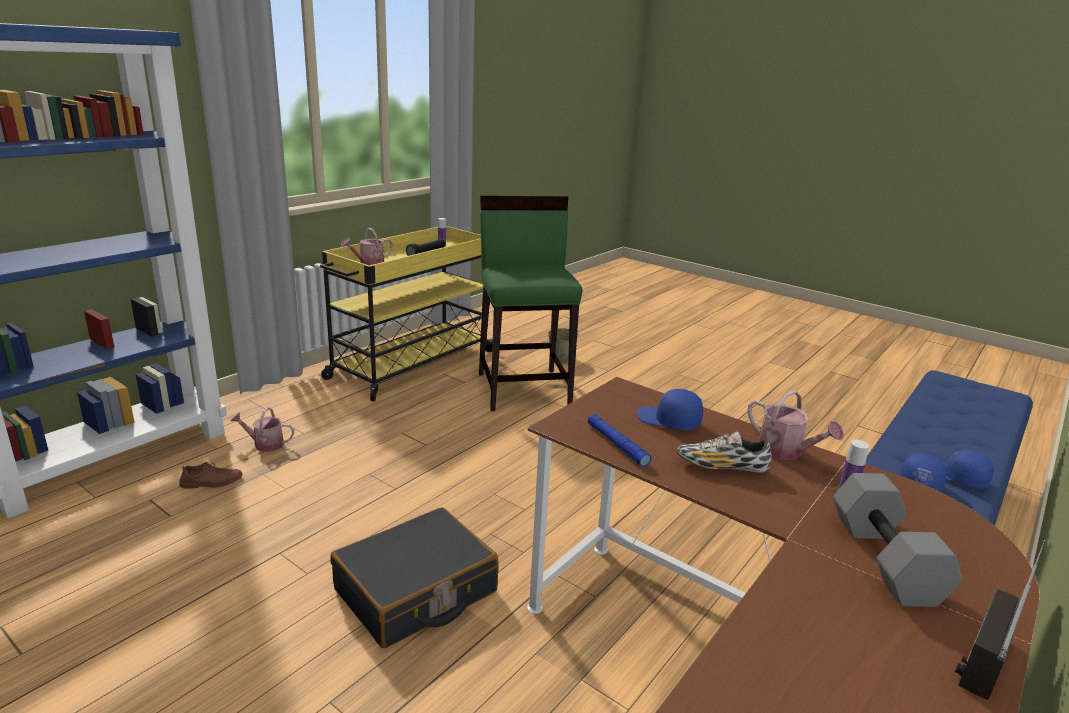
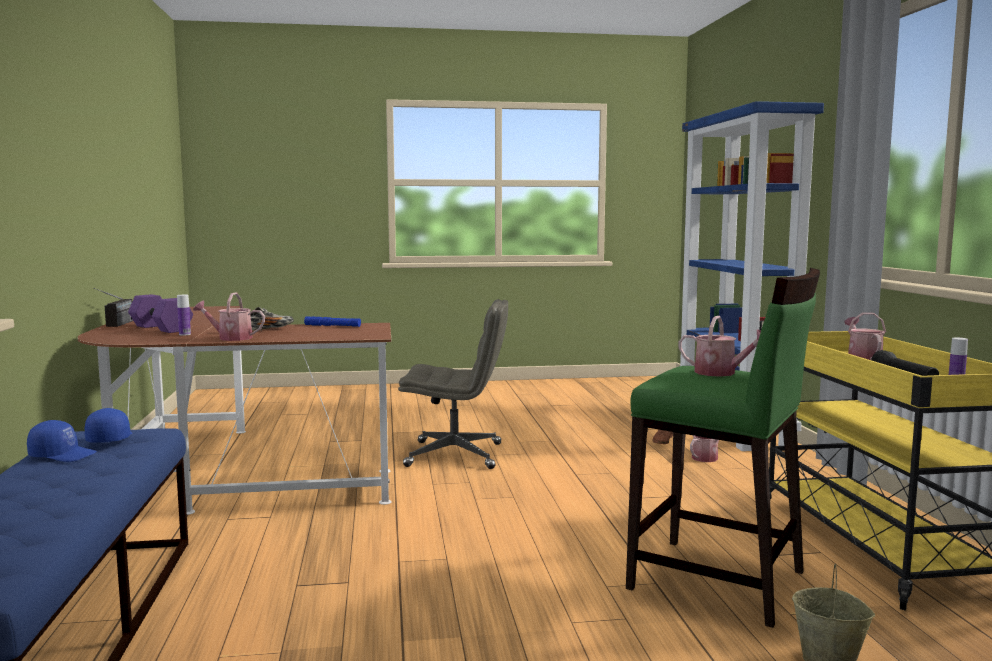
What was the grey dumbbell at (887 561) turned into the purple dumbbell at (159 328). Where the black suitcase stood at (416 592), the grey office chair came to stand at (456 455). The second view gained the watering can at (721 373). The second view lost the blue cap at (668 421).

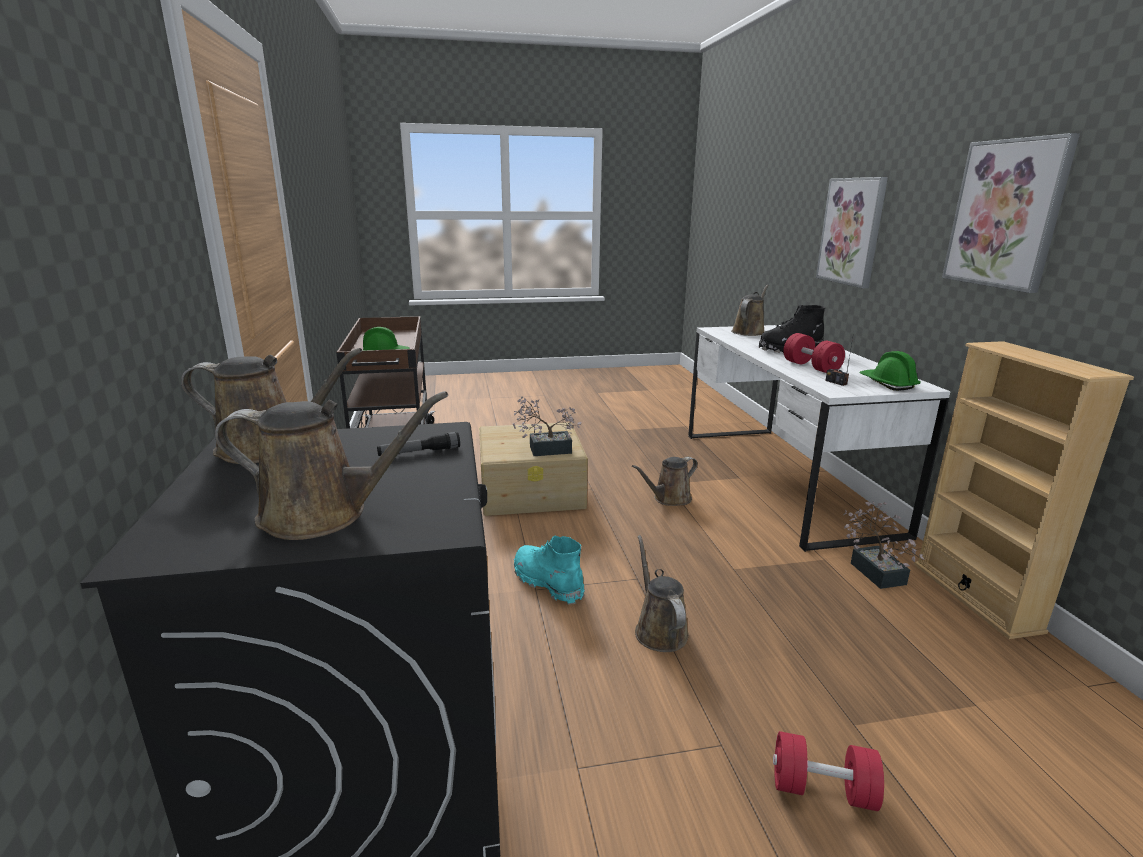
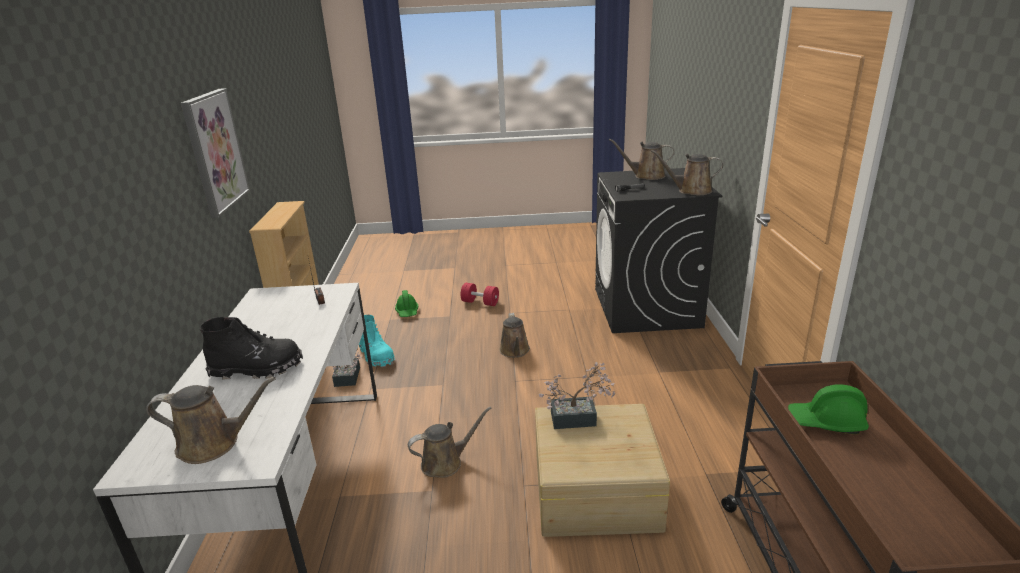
The brown watering can at (749 332) ended up facing another way, 135 degrees counterclockwise from before. The turquoise boot ended up elsewhere, having gone from (548 583) to (376 356). The green hard hat ended up elsewhere, having gone from (887 384) to (407 312). The second view lost the red dumbbell at (811 367). The second view lost the picture at (851 231).

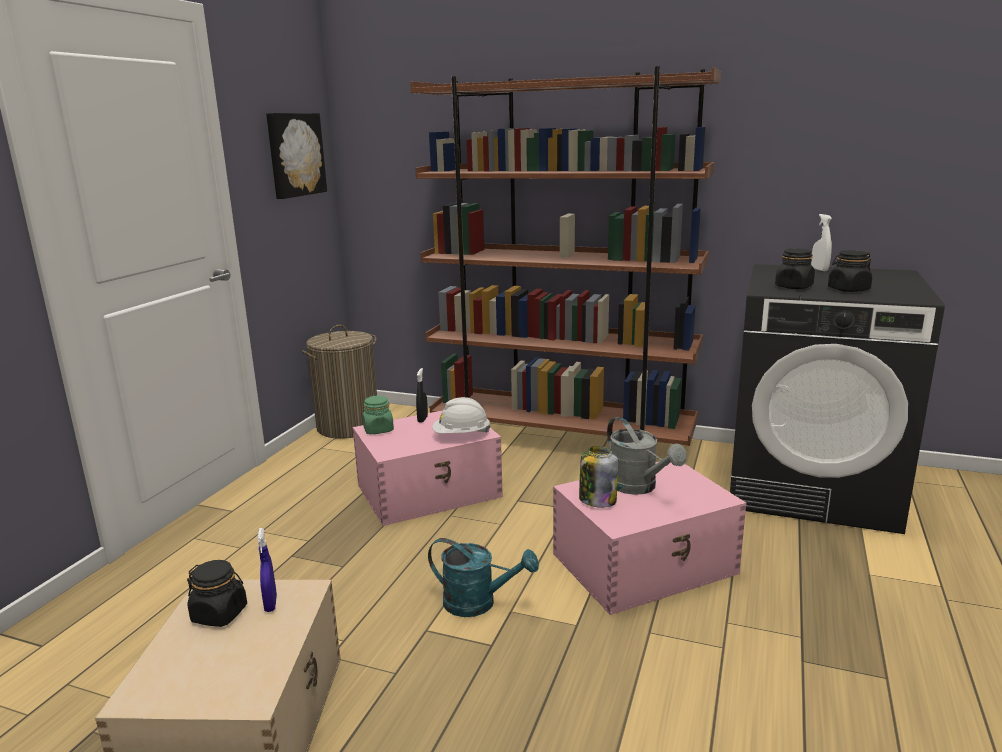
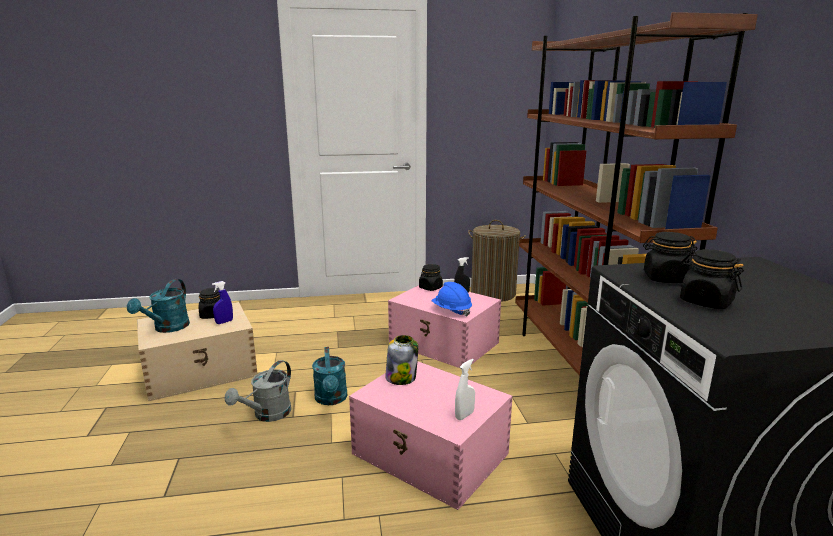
The second view gained the turquoise watering can at (167 328). The grey watering can ended up elsewhere, having gone from (639 487) to (267 415). What was the green jar at (378 430) turned into the black jar at (430 288). What was the white hard hat at (461 435) turned into the blue hard hat at (451 311). The white spray bottle ended up elsewhere, having gone from (819 269) to (464 415). The second view lost the picture at (294 155).

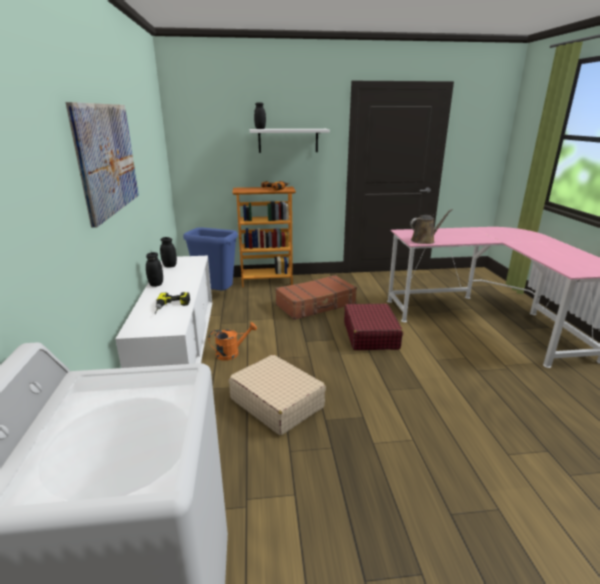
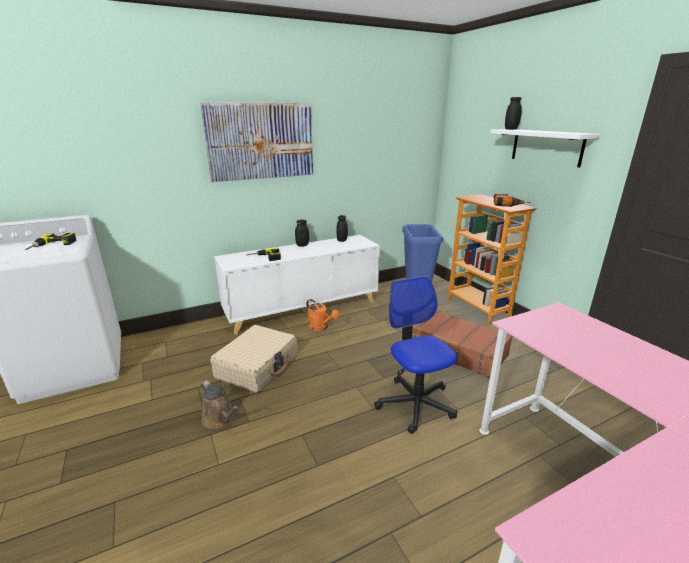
The second view gained the power drill at (52 246). The brown watering can ended up elsewhere, having gone from (424 240) to (220 419). Where the red suitcase stood at (370 335), the office chair came to stand at (415 404).

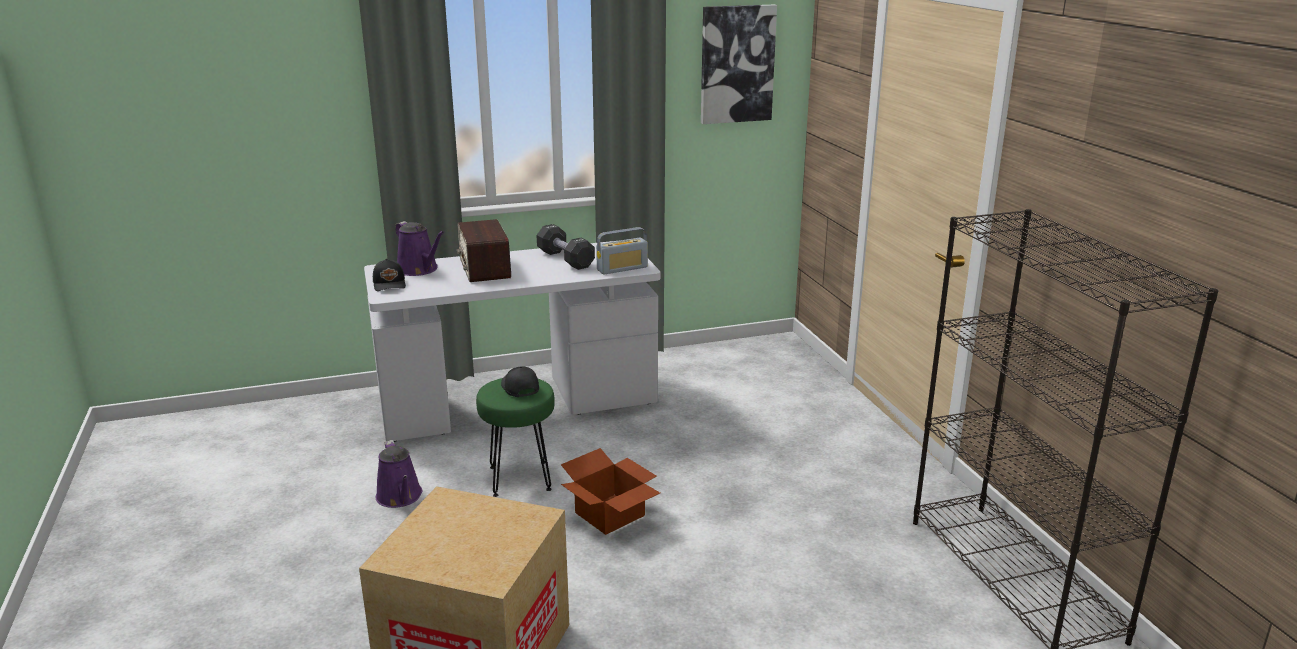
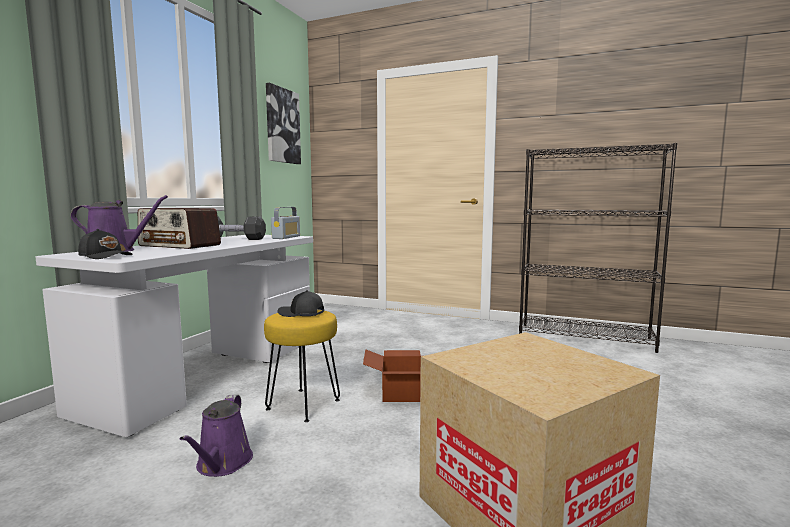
The purple watering can at (400 497) ended up facing another way, 75 degrees clockwise from before. What was the green stool at (519 479) turned into the yellow stool at (303 405).

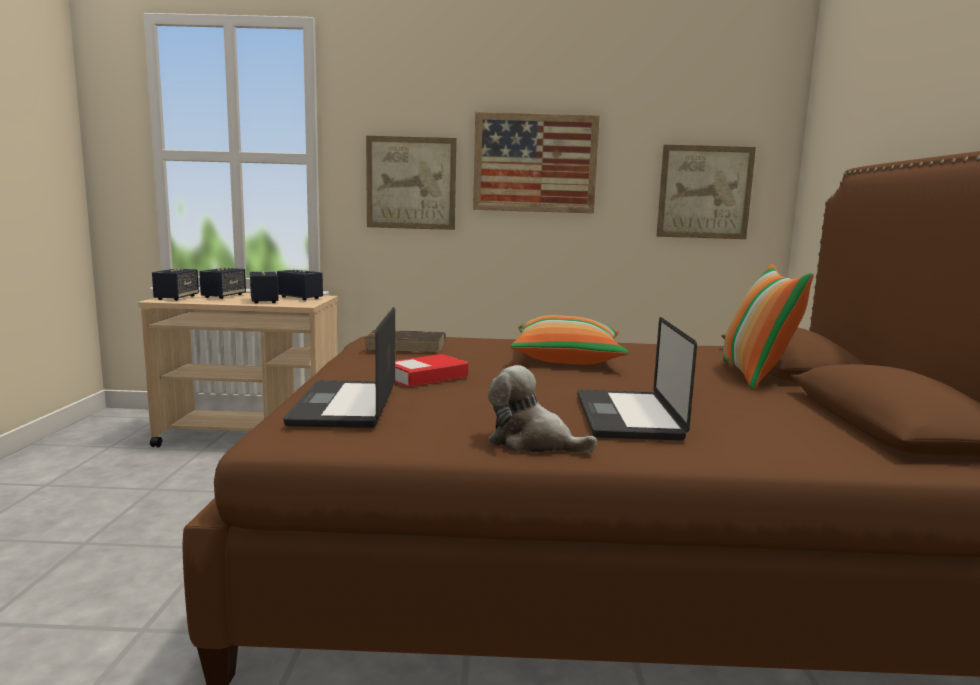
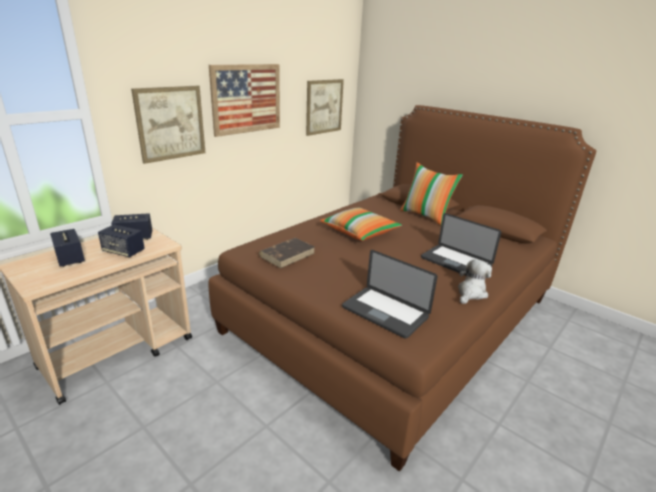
The plush toy at (532 443) ended up facing another way, 150 degrees clockwise from before. The second view lost the speaker at (177 298). The second view lost the book at (426 377).

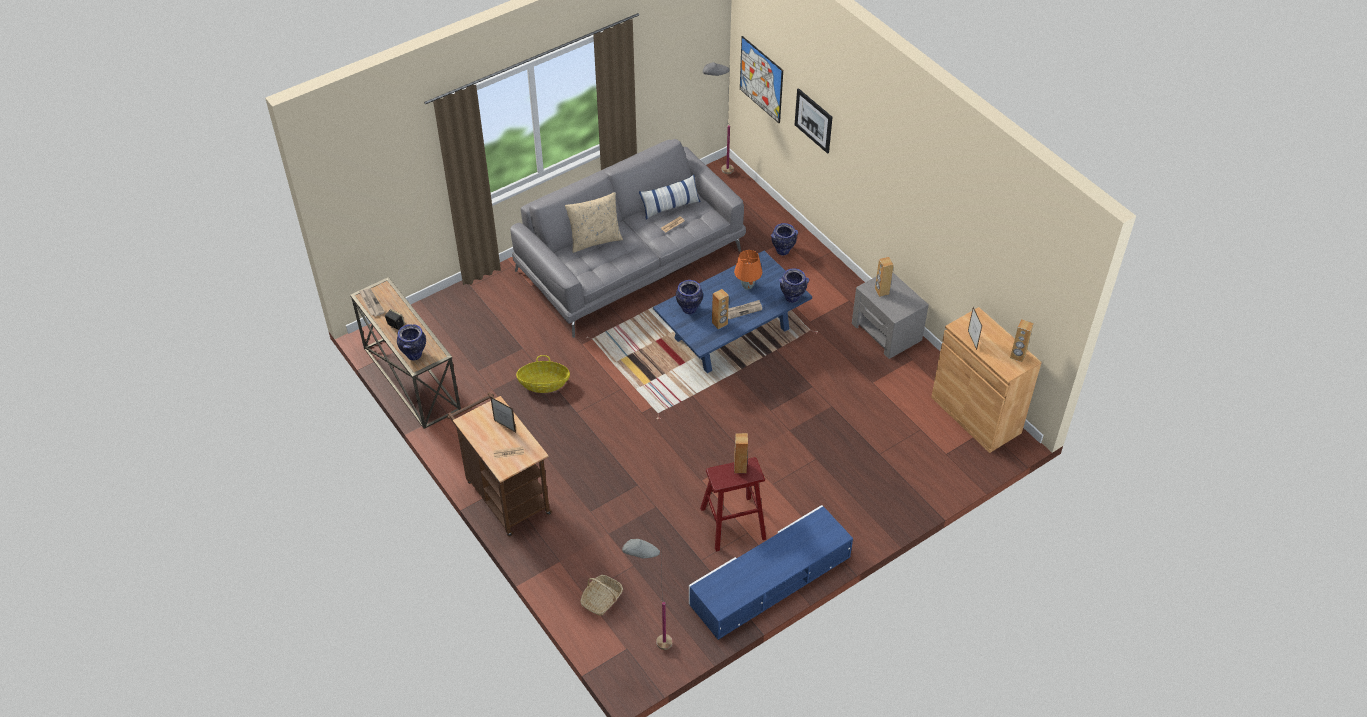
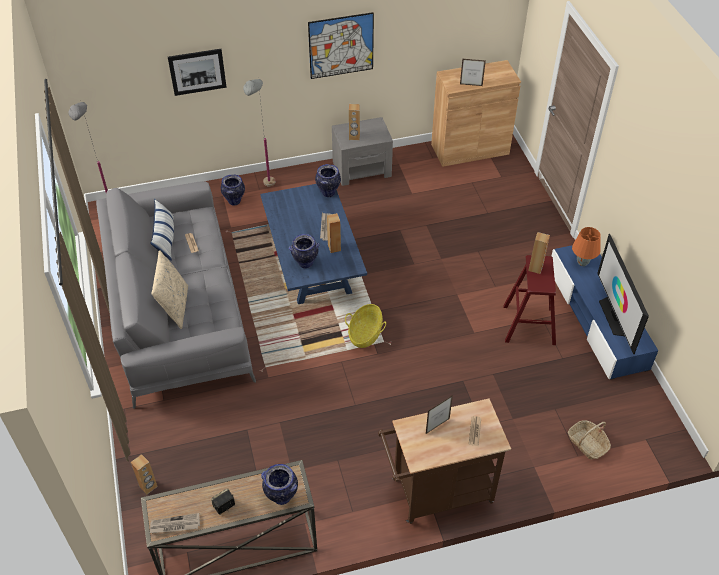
The brown speaker ended up elsewhere, having gone from (1017 356) to (148 486). The grey floor lamp ended up elsewhere, having gone from (650 646) to (266 192). The picture ended up elsewhere, having gone from (761 79) to (341 45). The basket ended up elsewhere, having gone from (544 384) to (365 333). The orange table lamp ended up elsewhere, having gone from (747 286) to (582 263). The second view gained the television at (615 316).

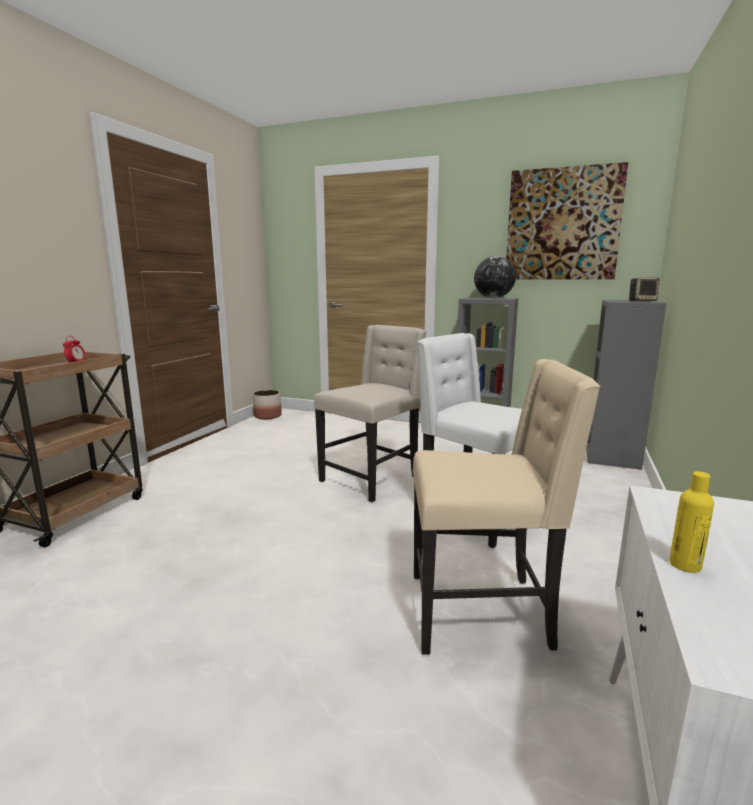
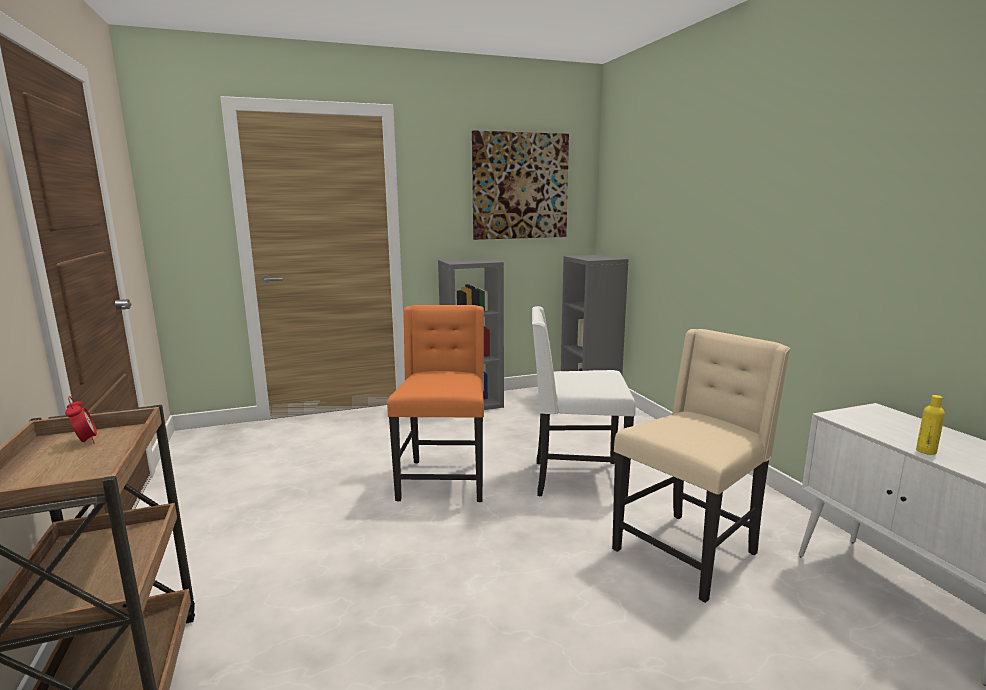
What was the beige chair at (371 479) turned into the orange chair at (443 479). The second view lost the planter at (268 416). The second view lost the globe at (493 298). The second view lost the speaker at (642 301).

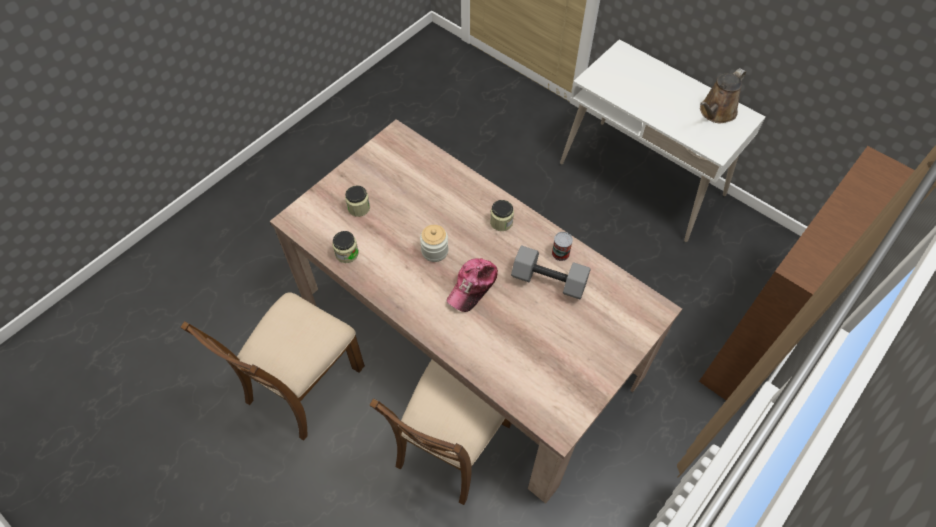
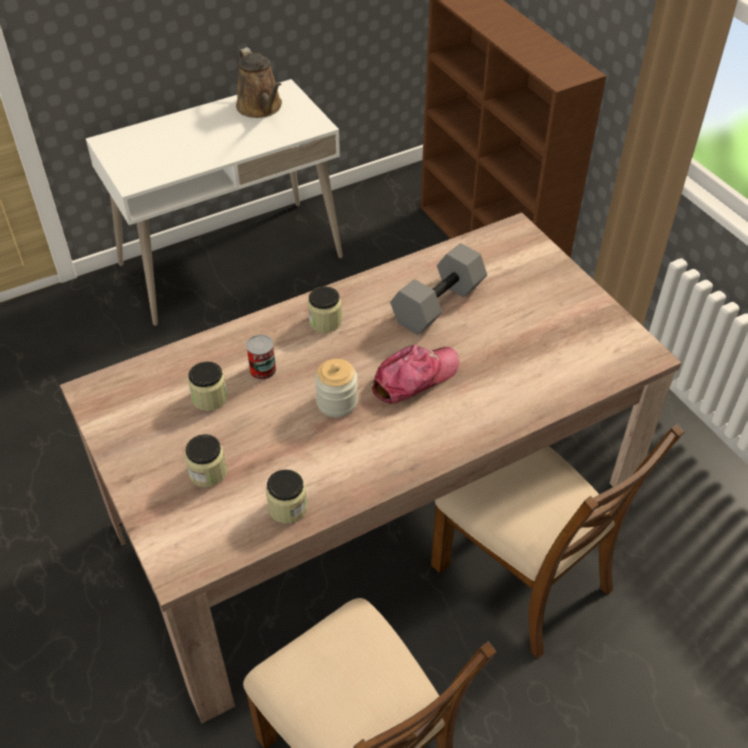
The second view gained the jar at (210 398). The can ended up elsewhere, having gone from (560 253) to (263 370). The cap at (473 286) ended up facing another way, 90 degrees counterclockwise from before.

